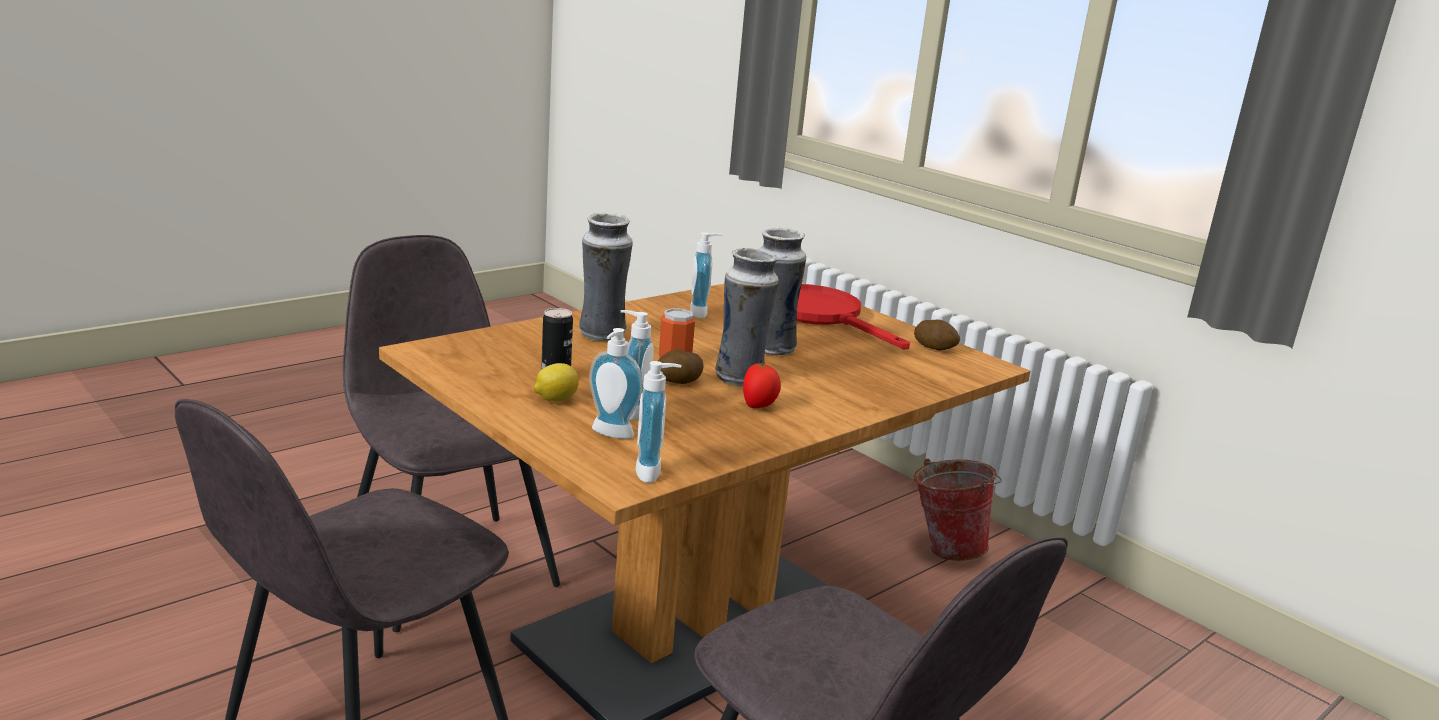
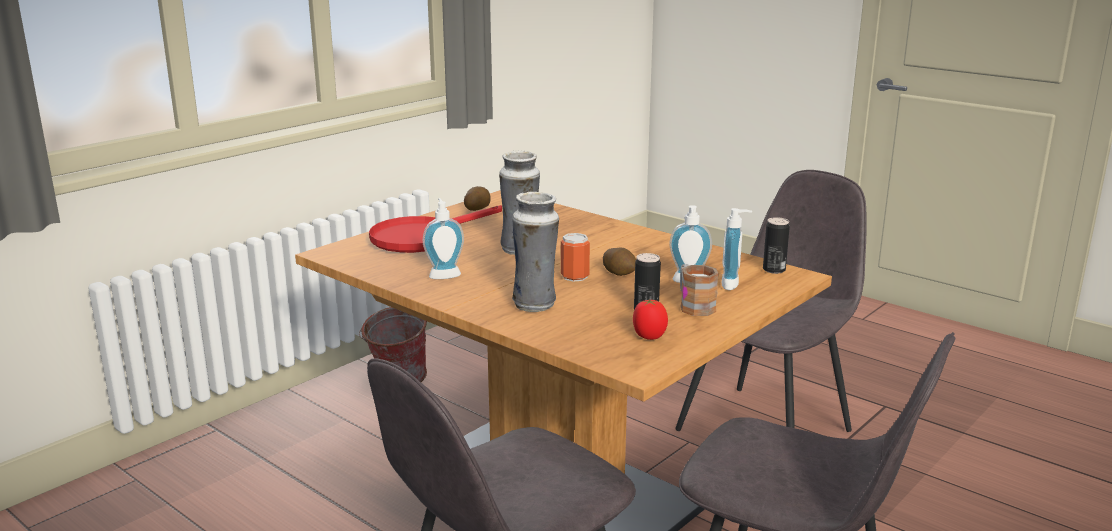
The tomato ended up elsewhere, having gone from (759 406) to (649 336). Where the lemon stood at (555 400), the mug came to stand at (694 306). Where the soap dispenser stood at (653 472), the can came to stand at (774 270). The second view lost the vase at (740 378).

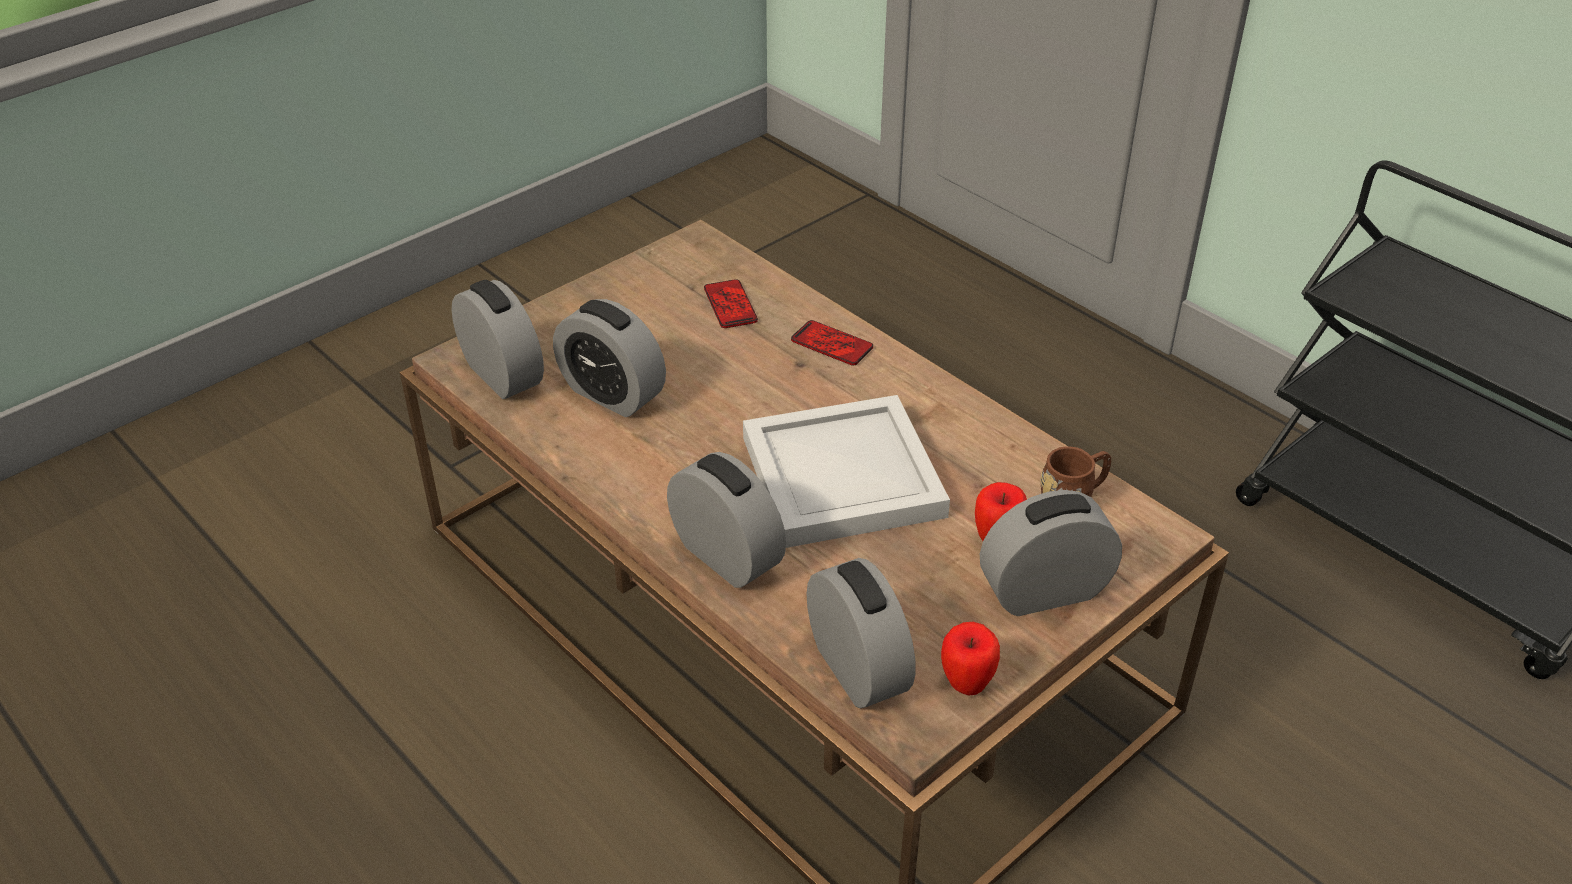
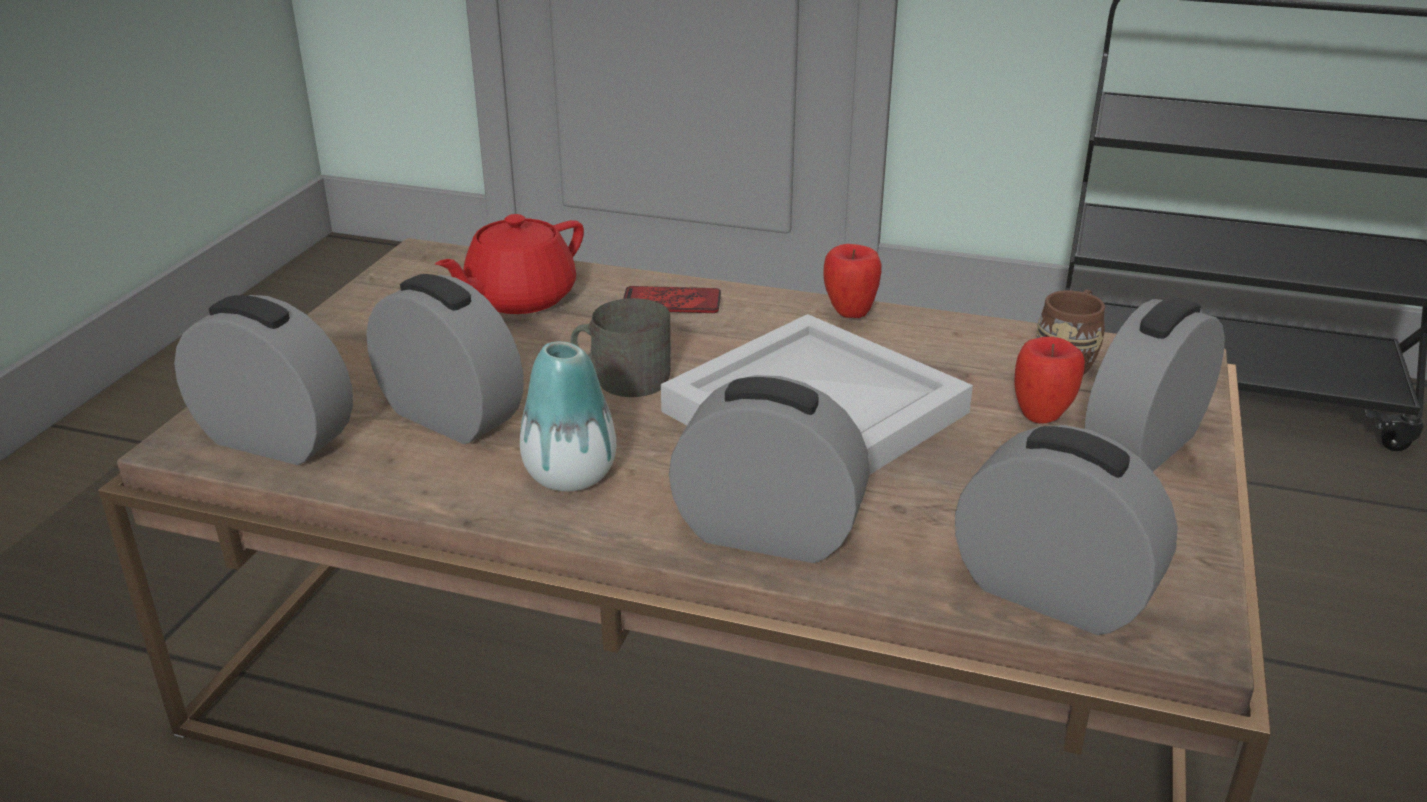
The alarm clock at (612 394) ended up facing another way, 150 degrees counterclockwise from before. Where the phone stood at (730 305), the red teapot came to stand at (518 298). The second view gained the vase at (570 475). The second view gained the grey mug at (622 378). The apple ended up elsewhere, having gone from (966 684) to (849 313).

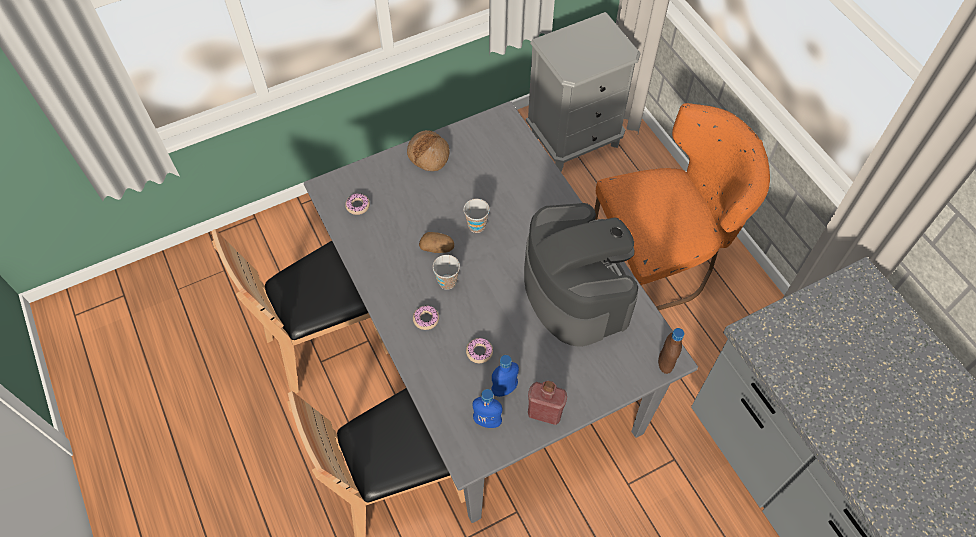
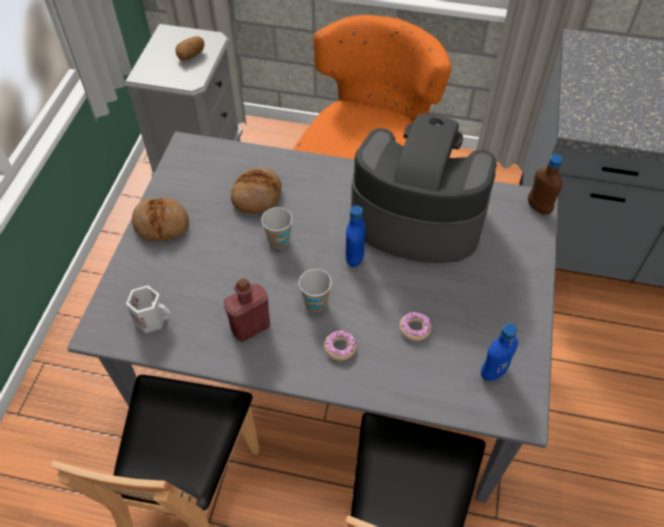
Where the donut stood at (358 206), the white mug came to stand at (152 318). The potato ended up elsewhere, having gone from (437 248) to (191 55). The red bottle ended up elsewhere, having gone from (545 412) to (250 327). The second view gained the bread at (257 195). The blue bottle ended up elsewhere, having gone from (504 389) to (354 258).

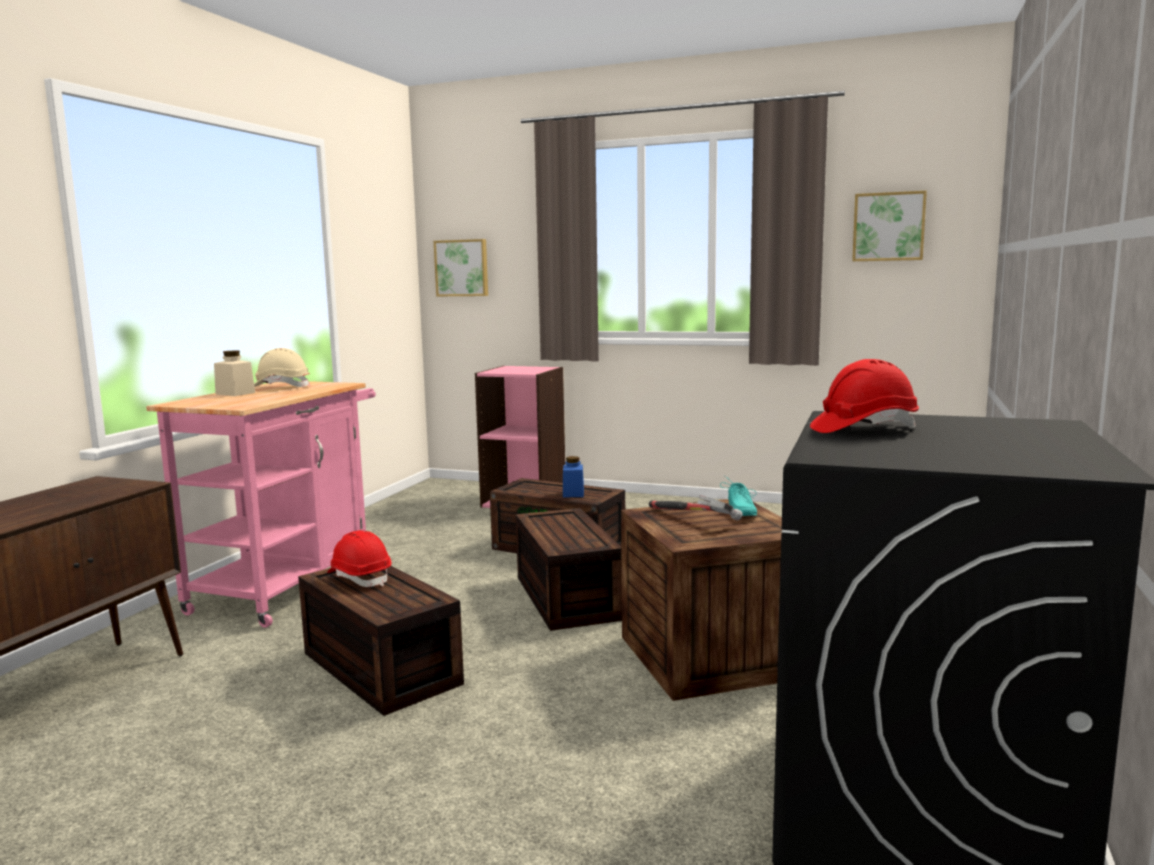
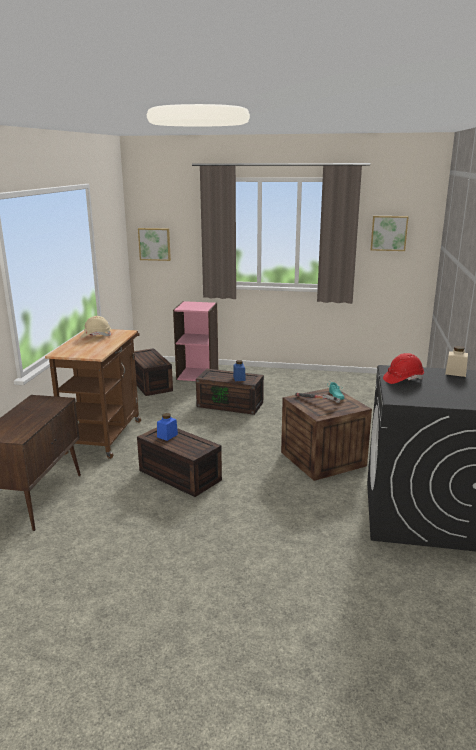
What was the pink cart at (290 585) turned into the brown cart at (105 434). The brown storage box ended up elsewhere, having gone from (564 597) to (149 384). Where the red hard hat stood at (360 578), the blue jar came to stand at (167 436). The beige jar ended up elsewhere, having gone from (235 393) to (455 373).

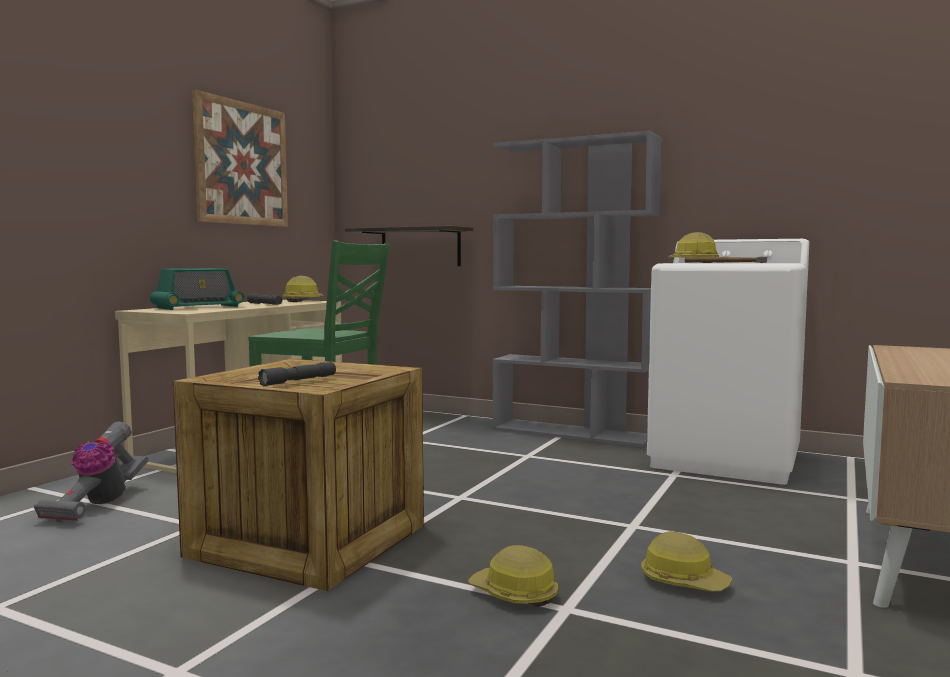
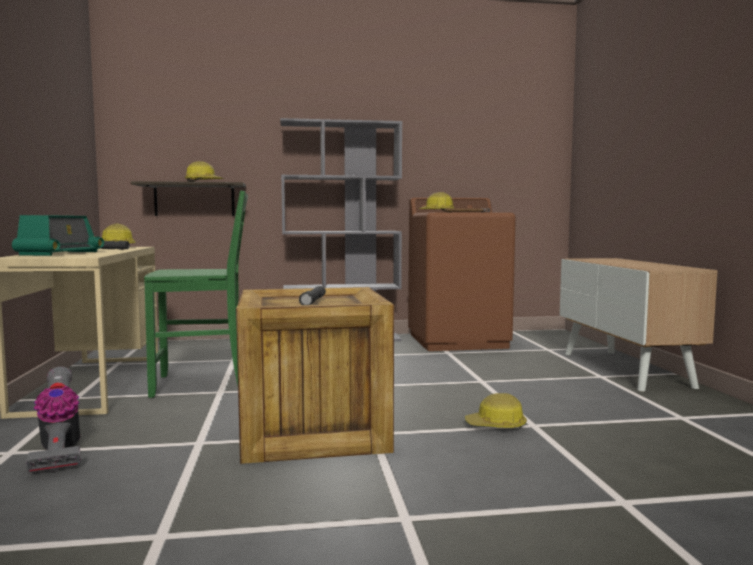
The hard hat ended up elsewhere, having gone from (683 581) to (203 182). What was the white washing machine at (726 459) turned into the brown washing machine at (458 341). The second view lost the picture at (241 163).

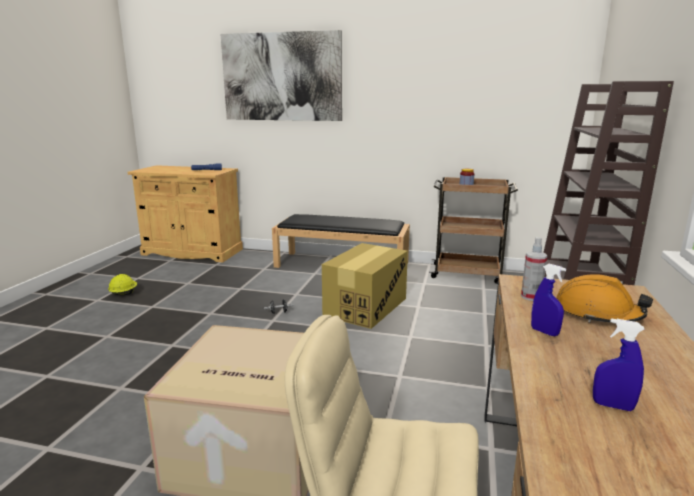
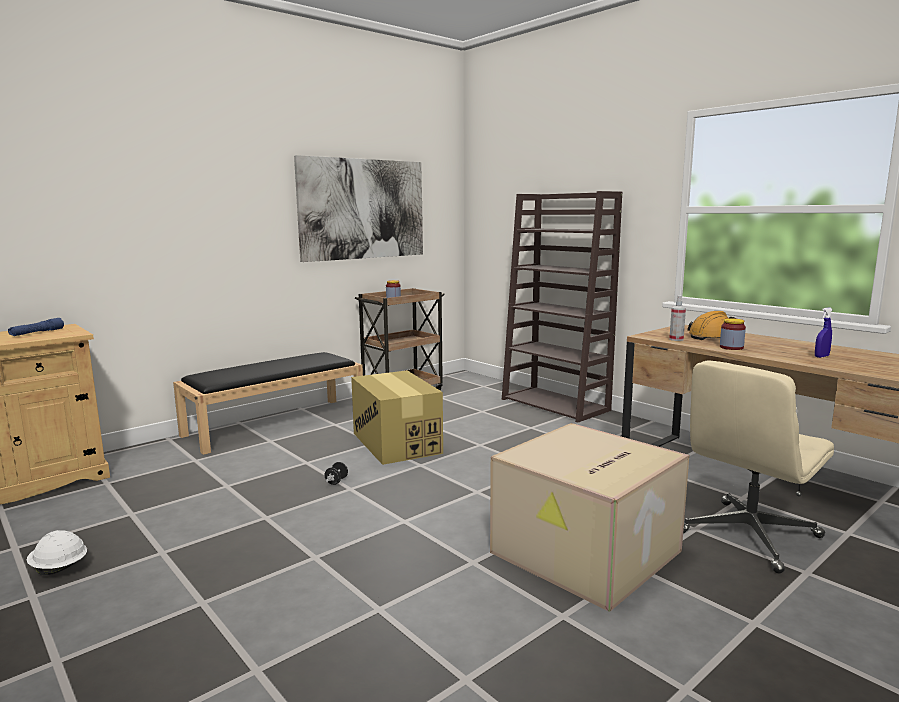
What was the yellow hard hat at (123 294) turned into the white hard hat at (59 568). The picture ended up elsewhere, having gone from (281 77) to (362 209). Where the blue spray bottle stood at (544 332), the jar came to stand at (731 347).

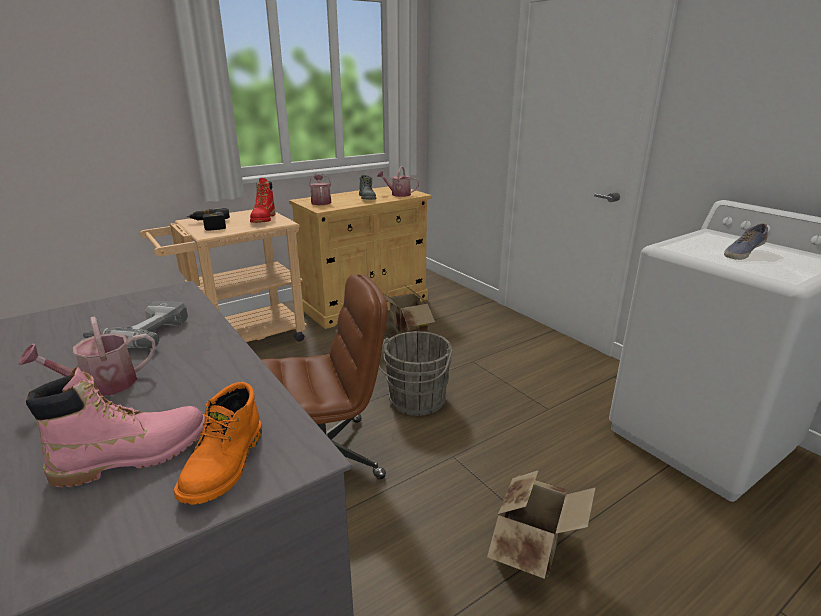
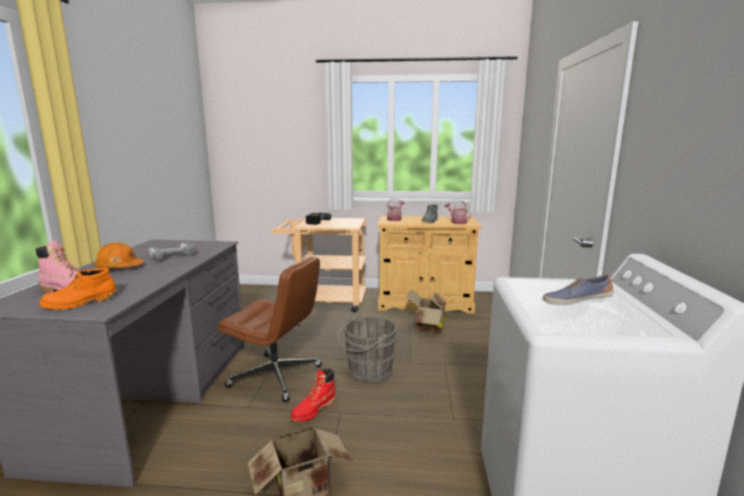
Where the watering can stood at (101 385), the orange hard hat came to stand at (119 267). The red boot ended up elsewhere, having gone from (263 219) to (313 410).

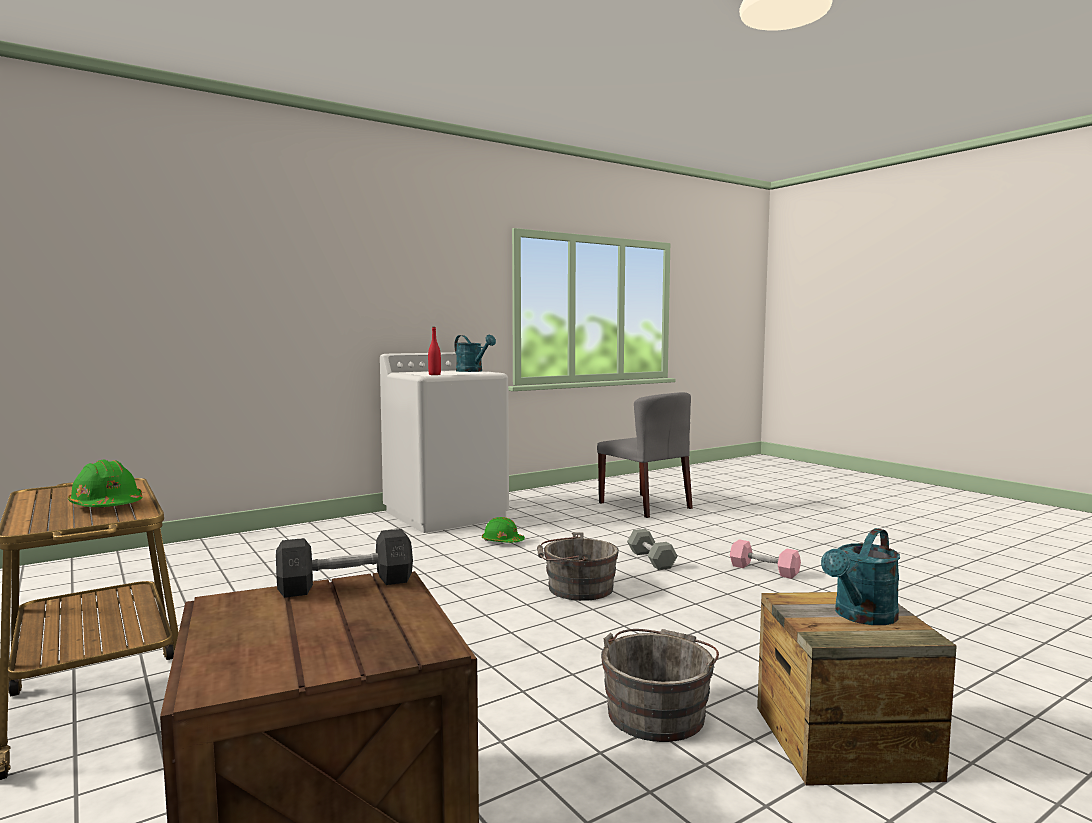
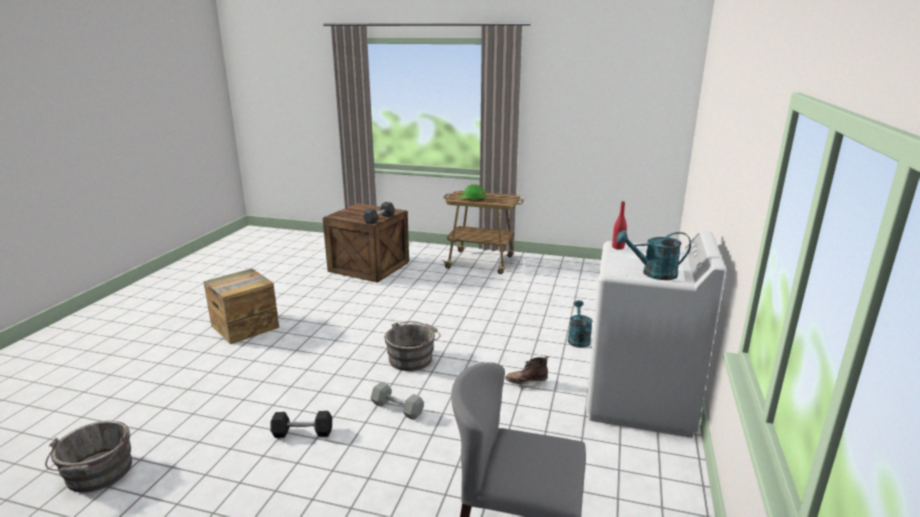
The grey bucket ended up elsewhere, having gone from (658 711) to (98 474). What was the pink dumbbell at (764 570) turned into the black dumbbell at (302 433). Where the green hard hat stood at (502 541), the brown boot came to stand at (526 383). The turquoise watering can ended up elsewhere, having gone from (861 617) to (578 339).

